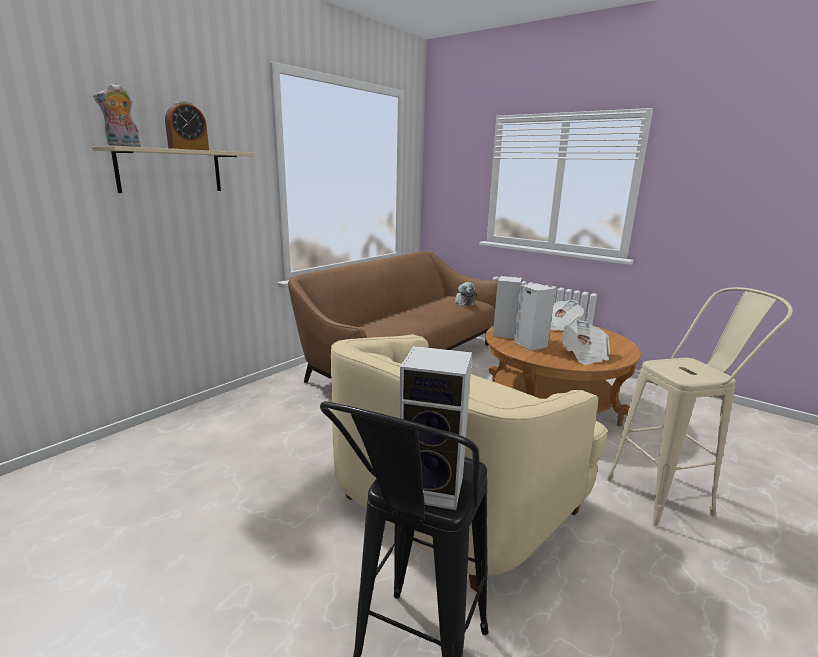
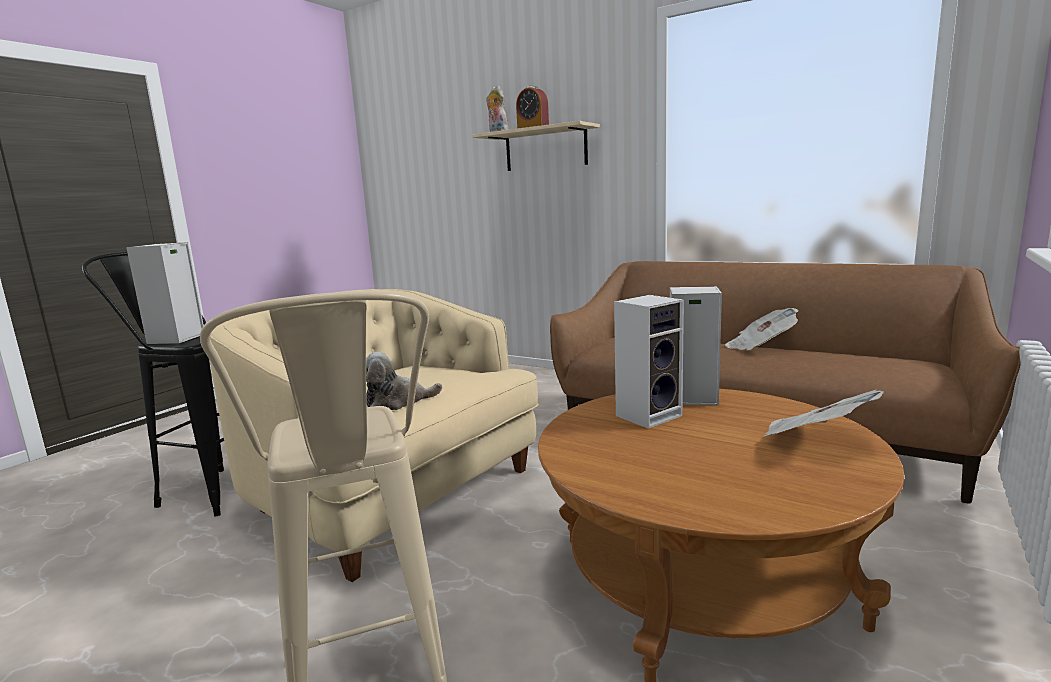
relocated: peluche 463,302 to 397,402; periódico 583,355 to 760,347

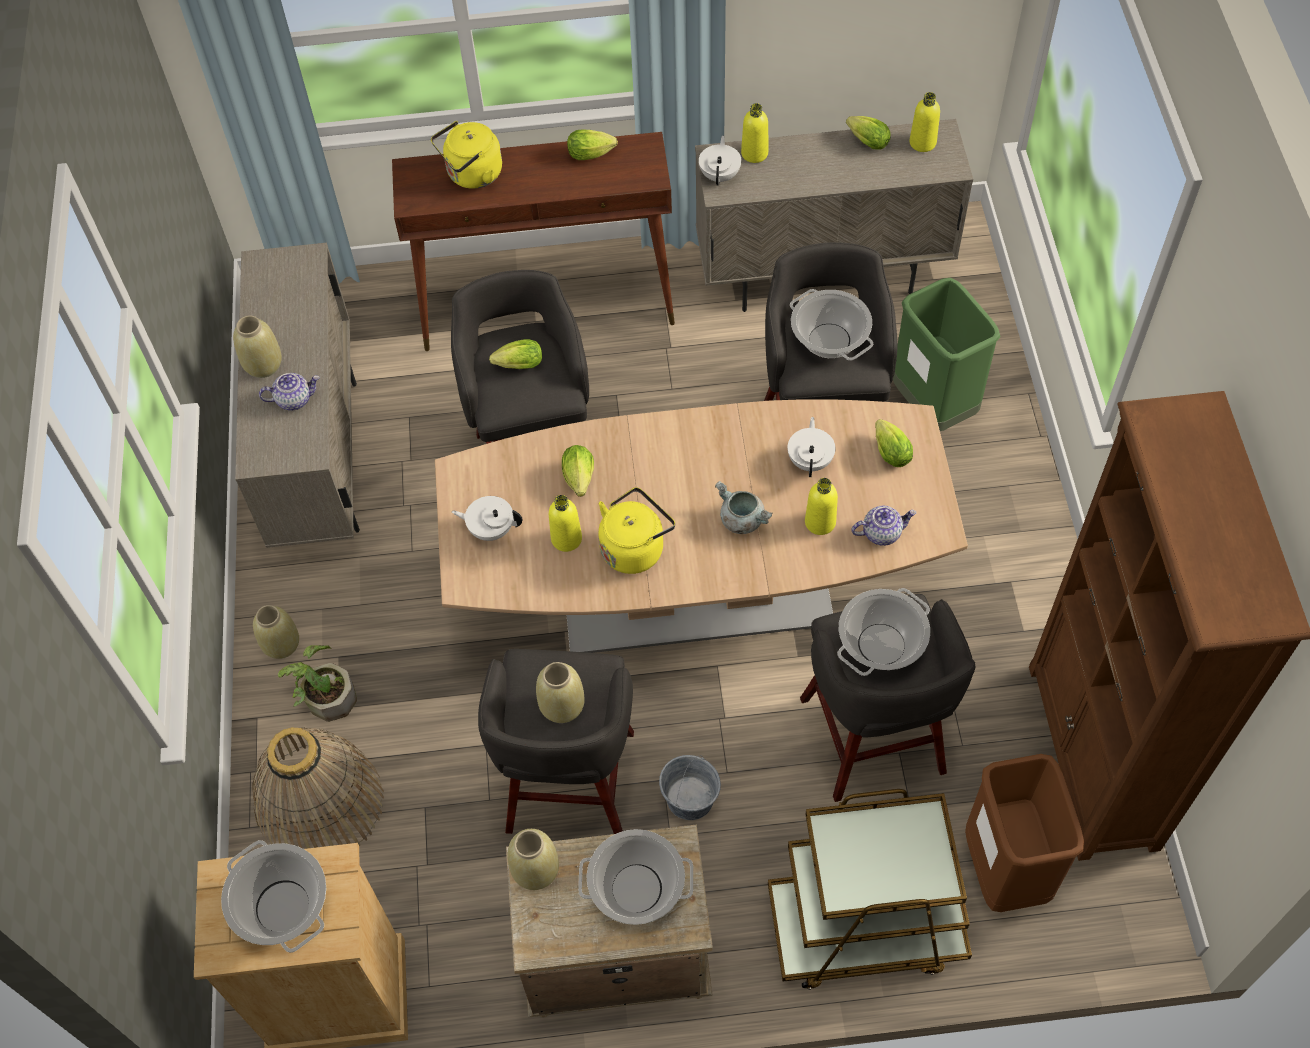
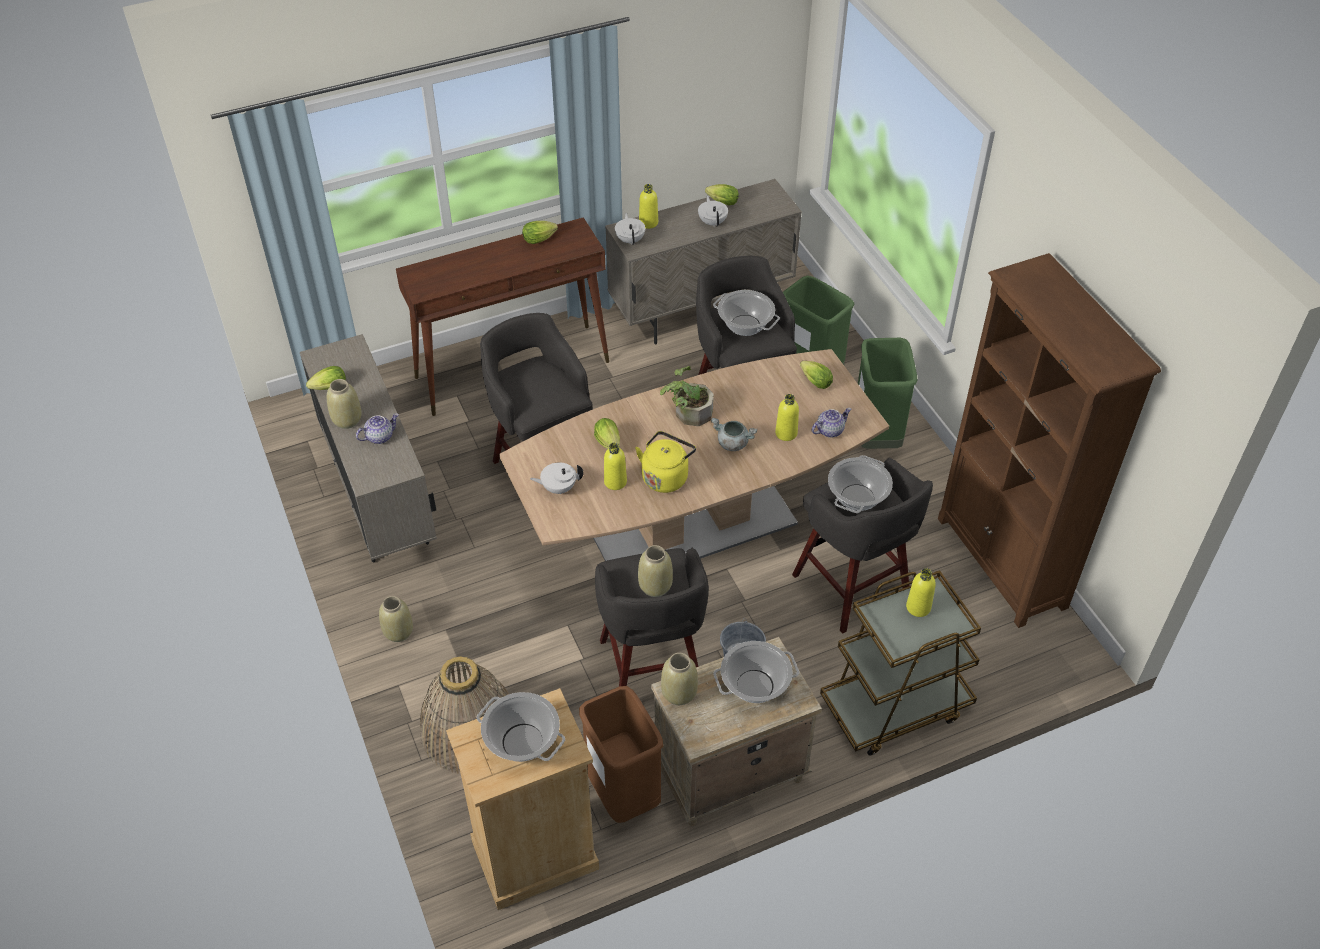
missing: hervidor/amarillo 472,175
appeared: papelera/verde 876,437
relocated: botella/amarillo 922,142 to 918,607; lechuga 517,366 to 327,388; tetera/blanco 810,460 to 712,222; planta en maceta 325,696 to 688,412; papelera/marrón 1004,870 to 623,794

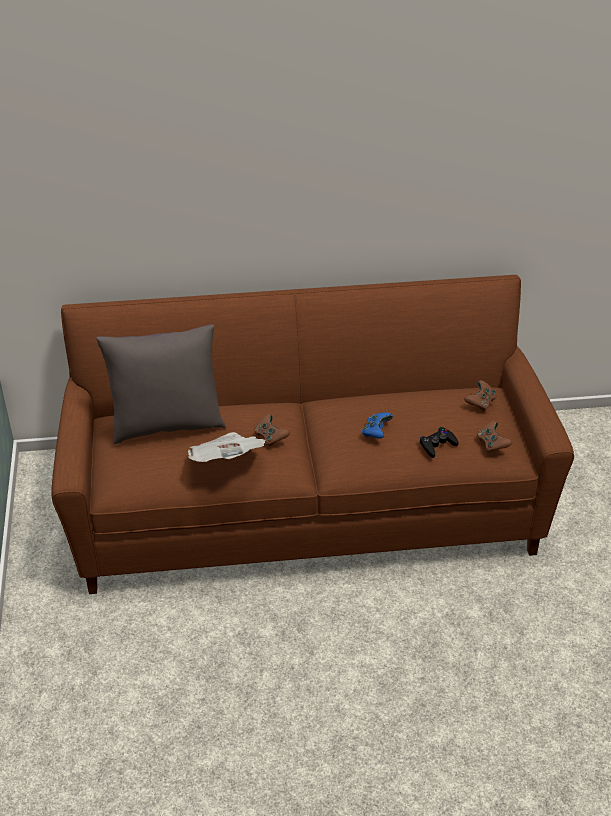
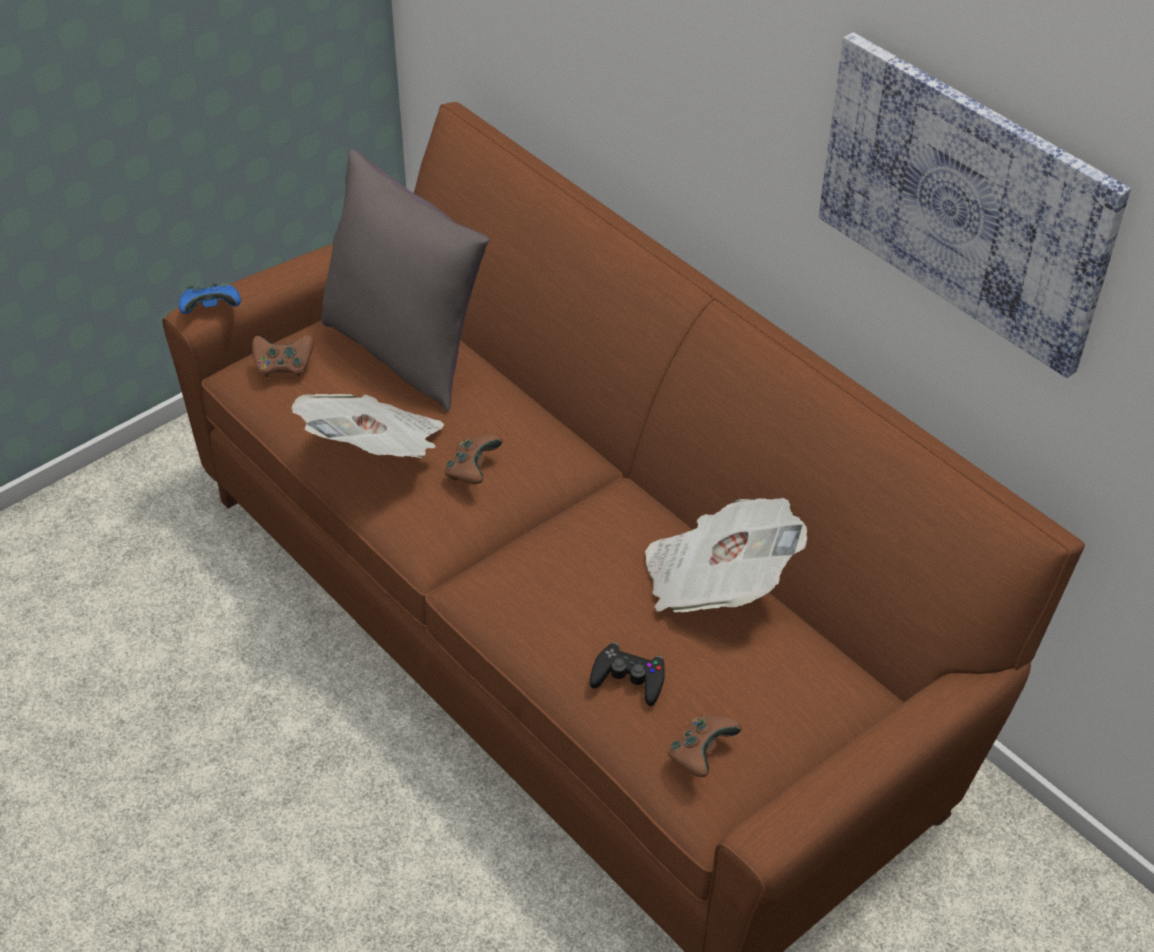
appeared: cuadro 965,200; periódico 716,581
relocated: mando de consola/marrón 480,403 to 283,366; mando de consola/azul 376,432 to 211,310

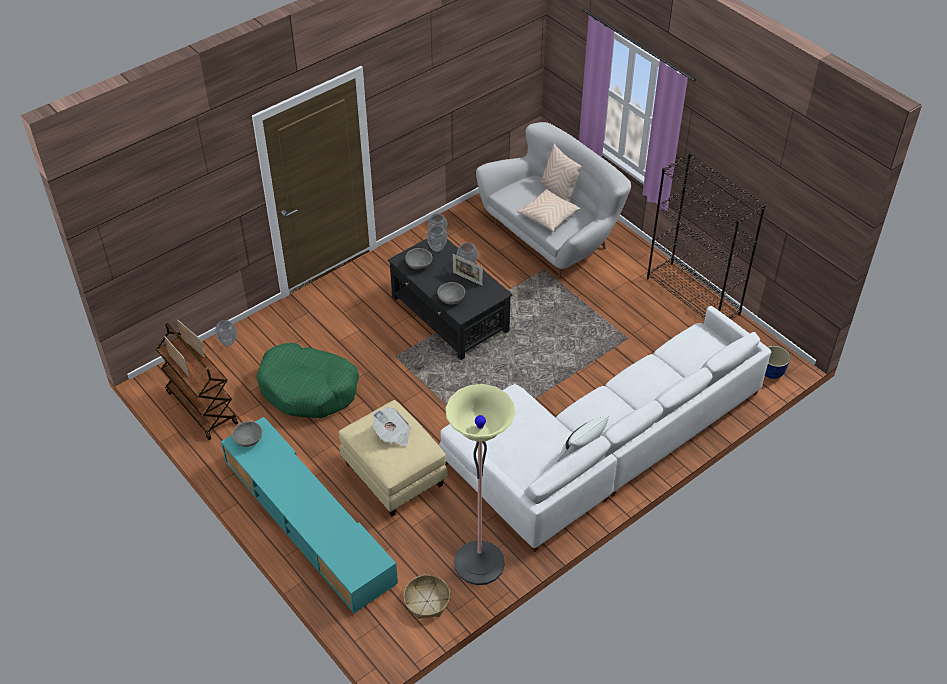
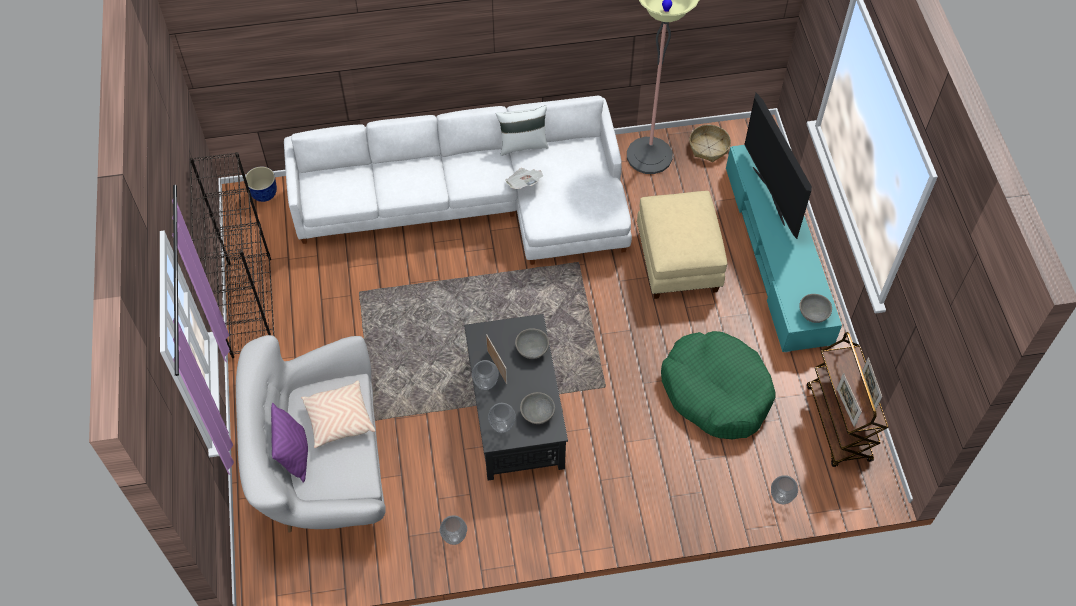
appeared: televisor 769,195
relocated: periódico 393,434 to 524,184
colour: cojín/beis 558,191 to cojín/morado 295,455

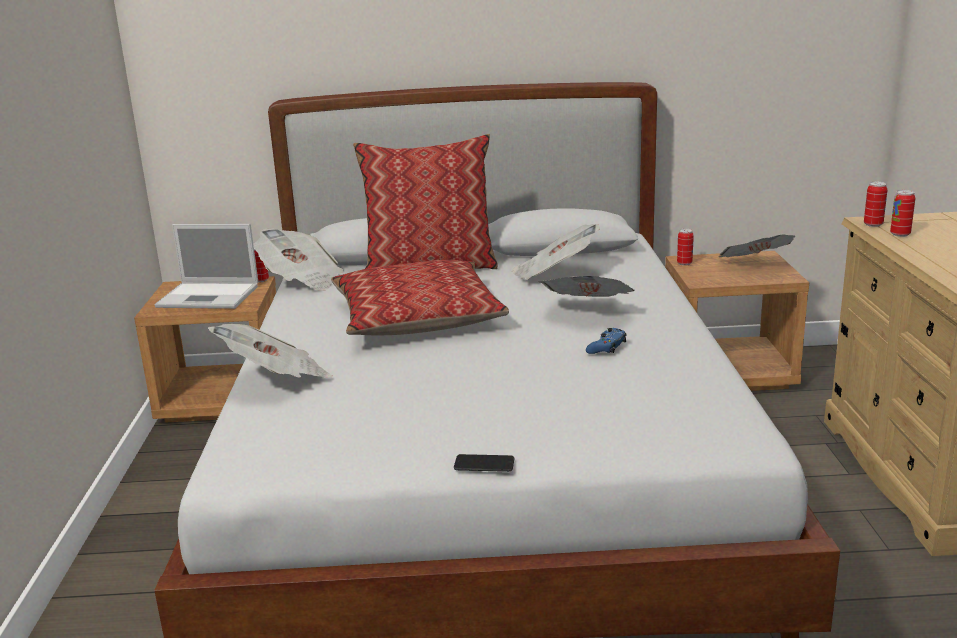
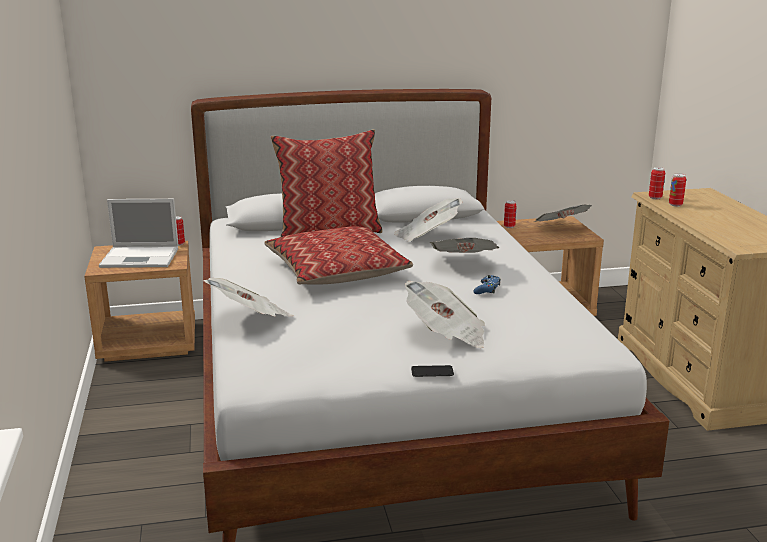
relocated: periódico 301,281 to 446,335

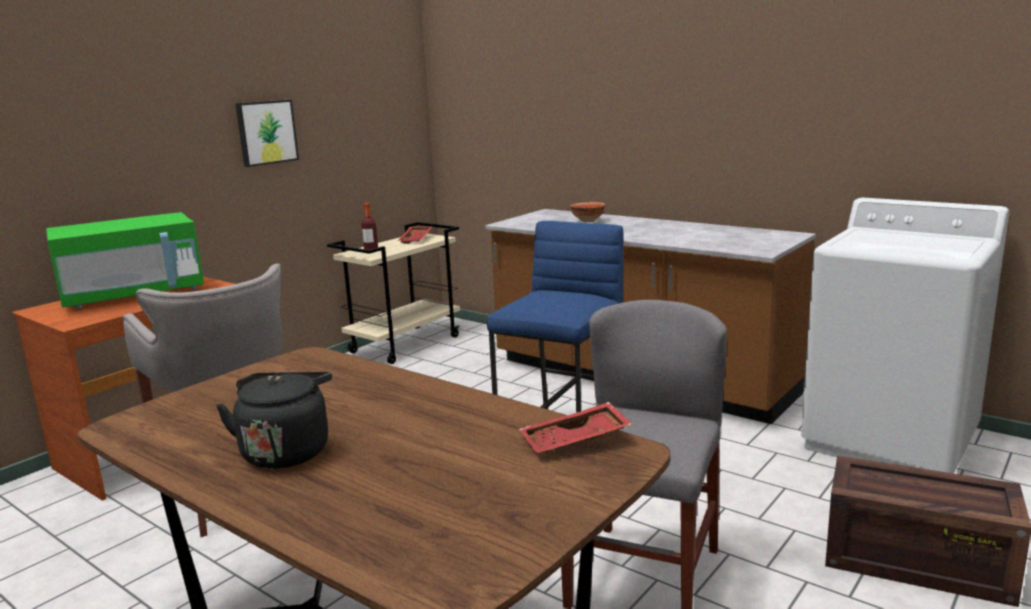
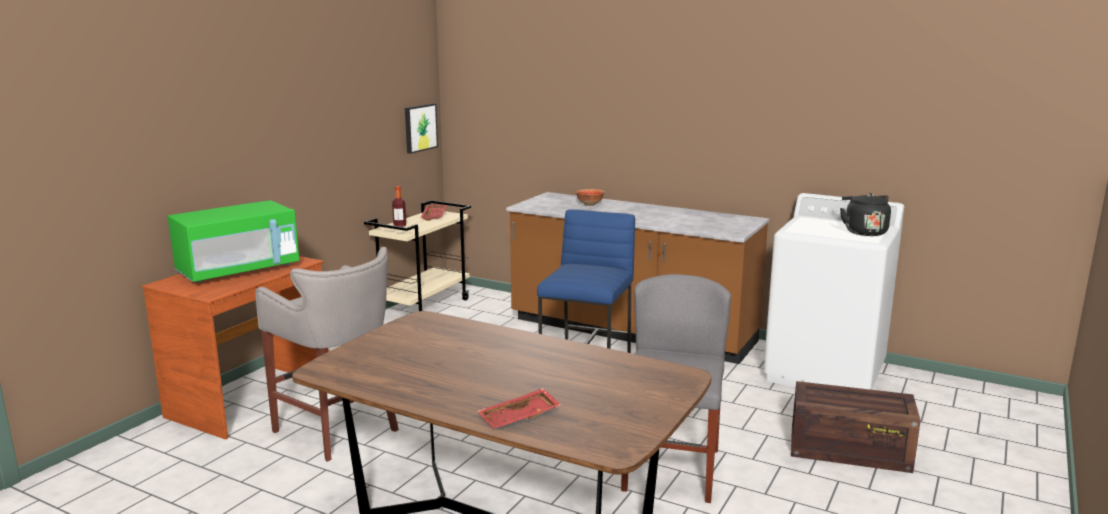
relocated: cuadro 266,132 to 419,127; hervidor/negro 287,451 to 864,232; bandeja/rojo 575,441 to 519,419

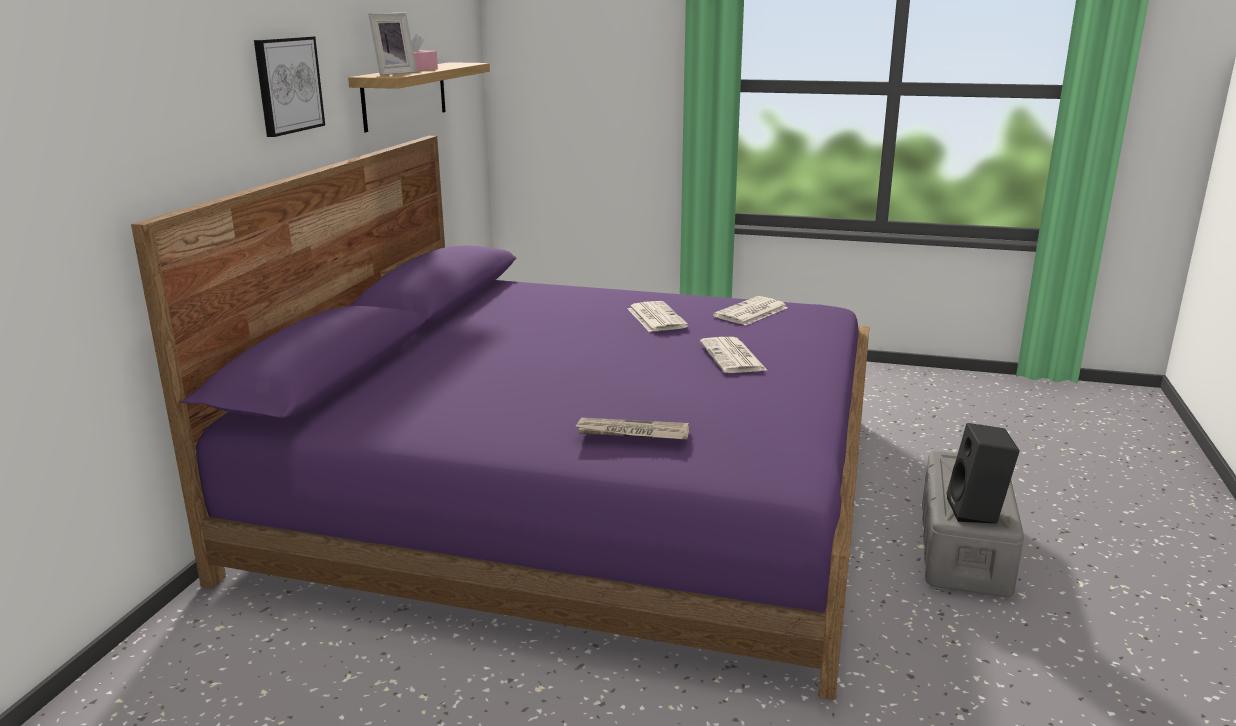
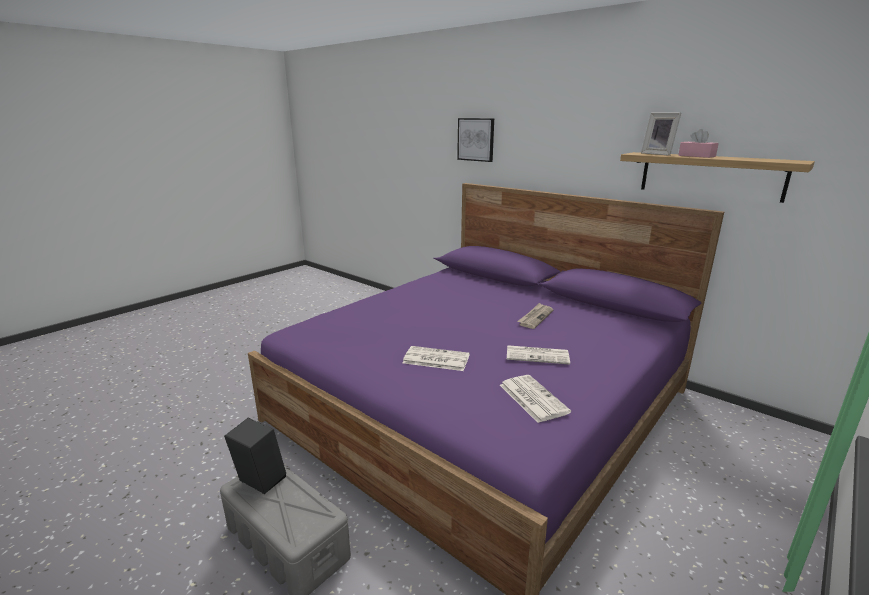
relocated: cuadro 288,85 to 476,139; periódico 631,433 to 535,317

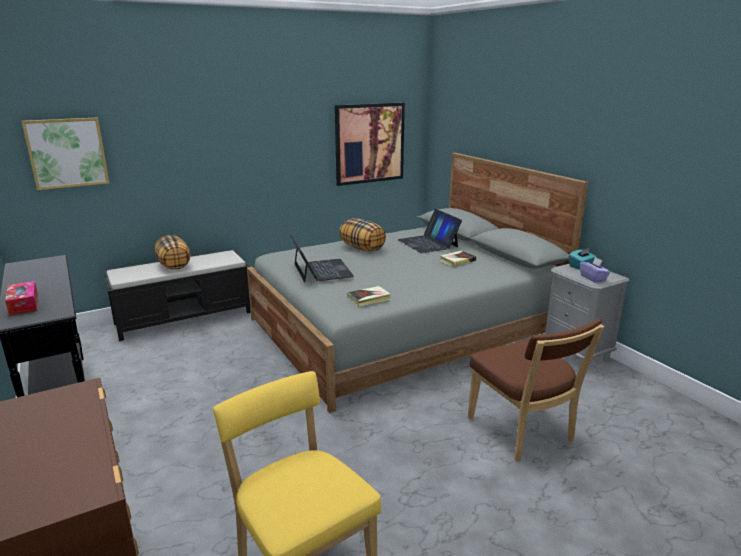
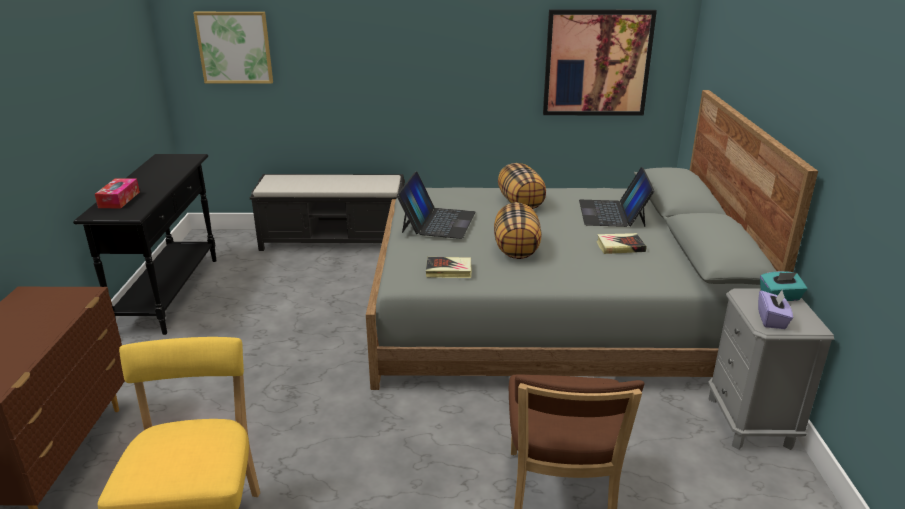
relocated: cojín 174,266 to 517,249

